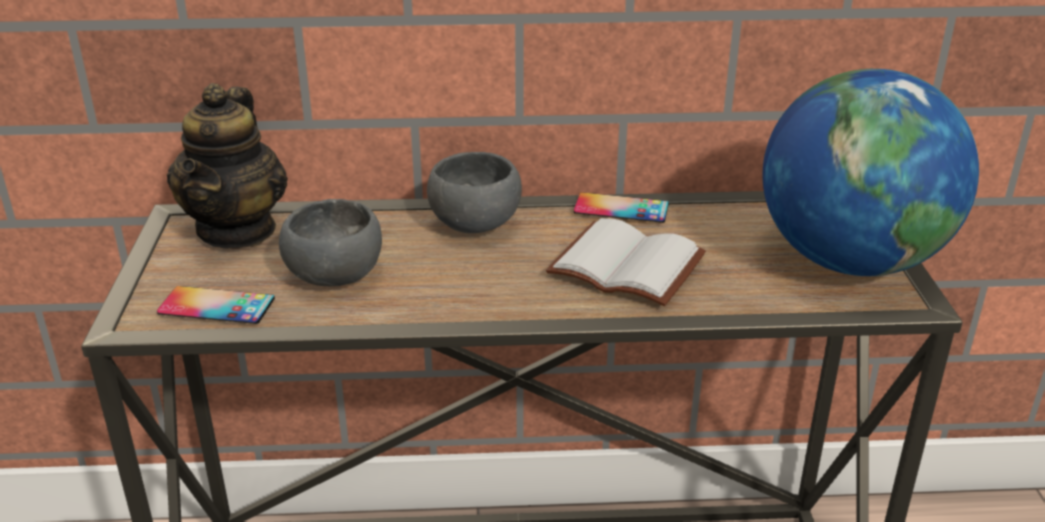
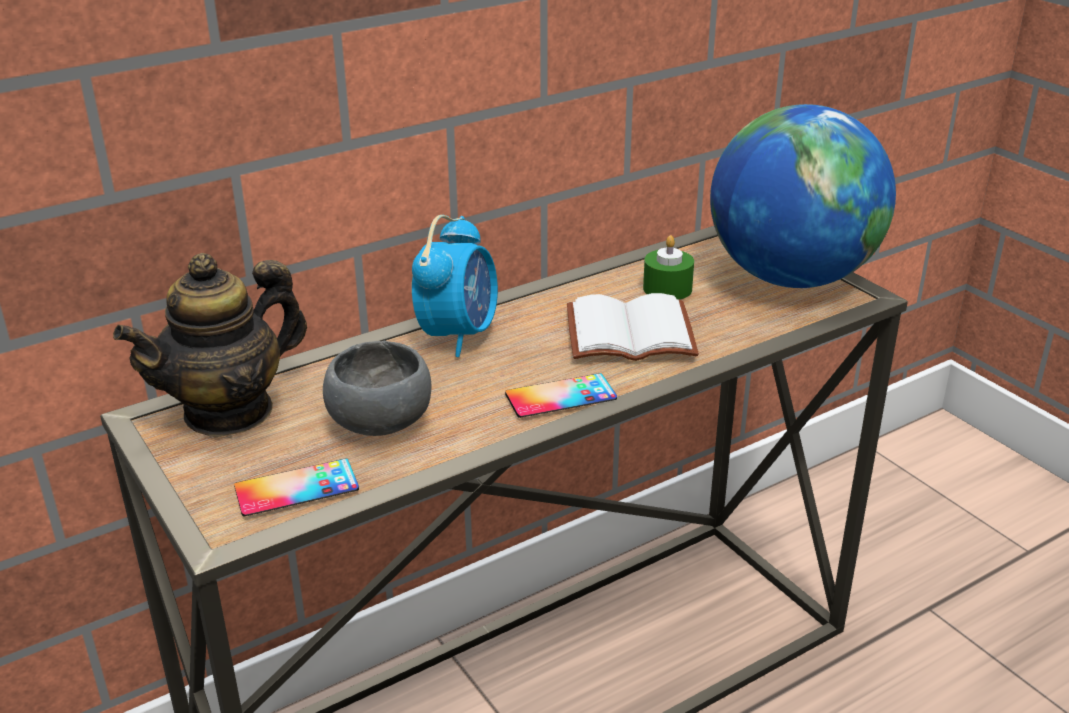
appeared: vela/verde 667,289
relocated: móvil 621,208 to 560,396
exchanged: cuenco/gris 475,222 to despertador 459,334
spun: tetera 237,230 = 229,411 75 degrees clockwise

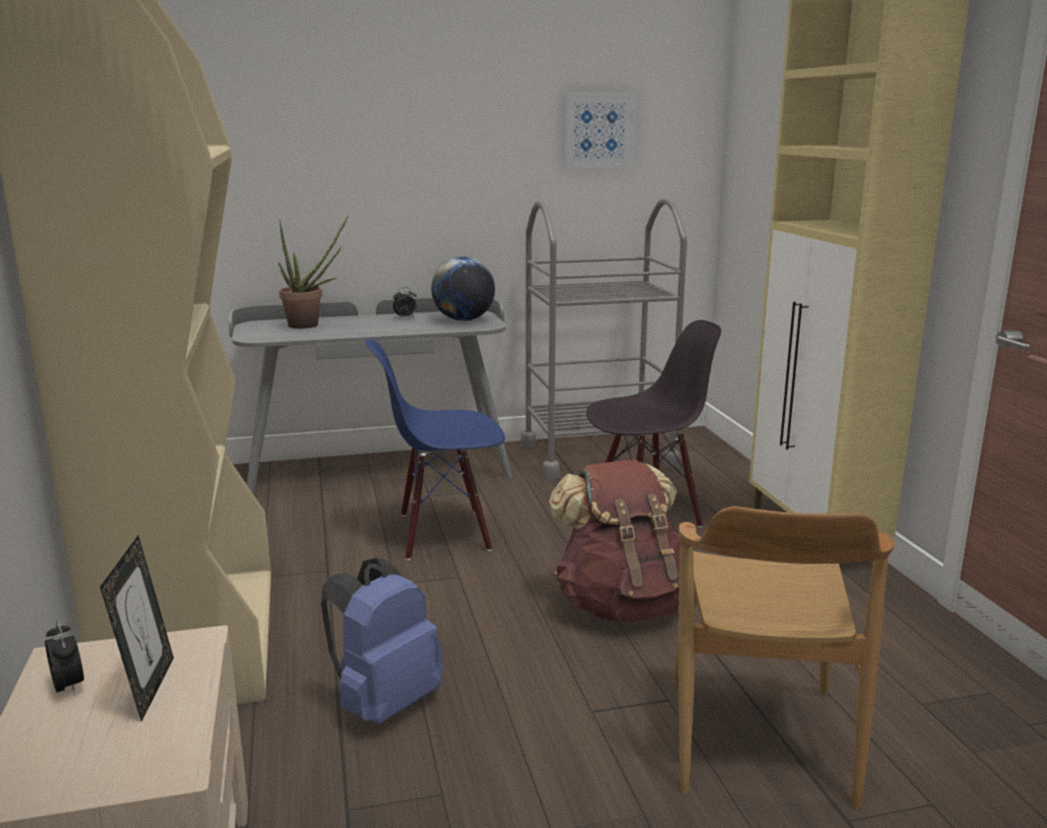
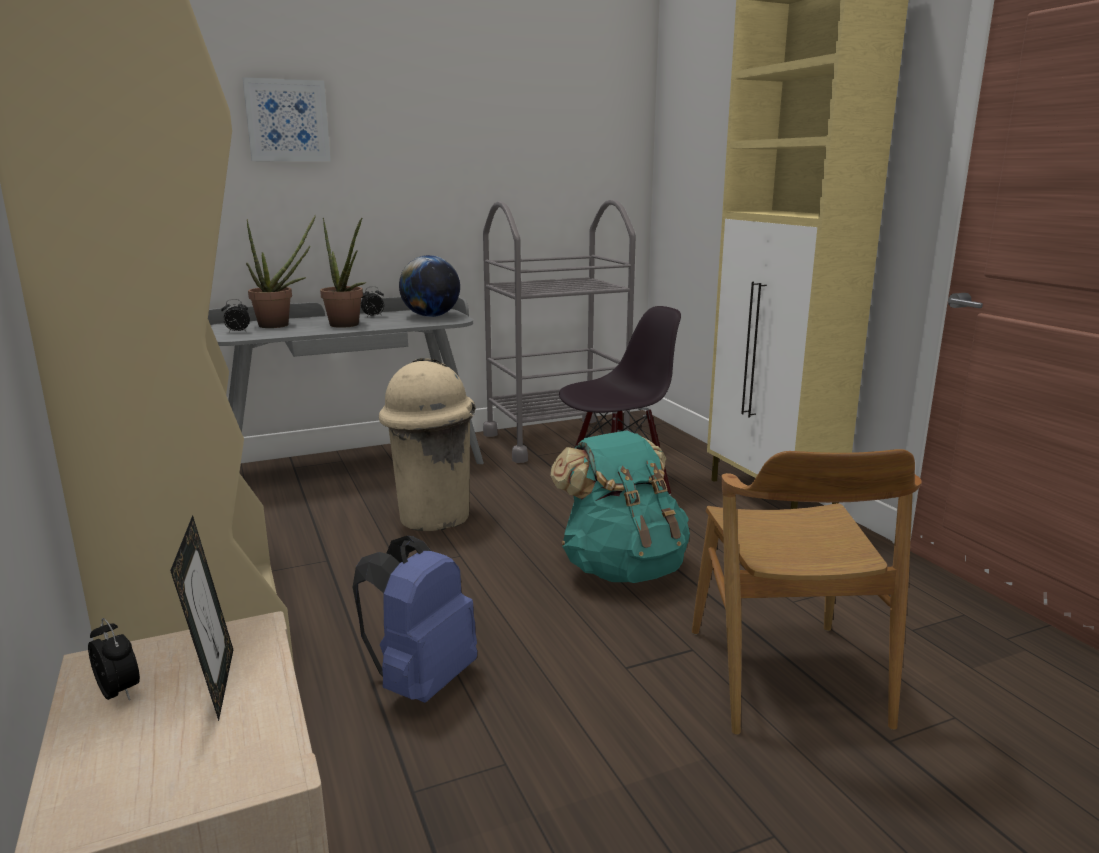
appeared: planta en maceta 347,325; despertador 237,332
relocated: cuadro 598,130 to 287,121
exchanged: silla/azul 443,533 to papelera/beis 433,517
colour: mochila/marrón 622,605 to mochila/turquesa 622,568

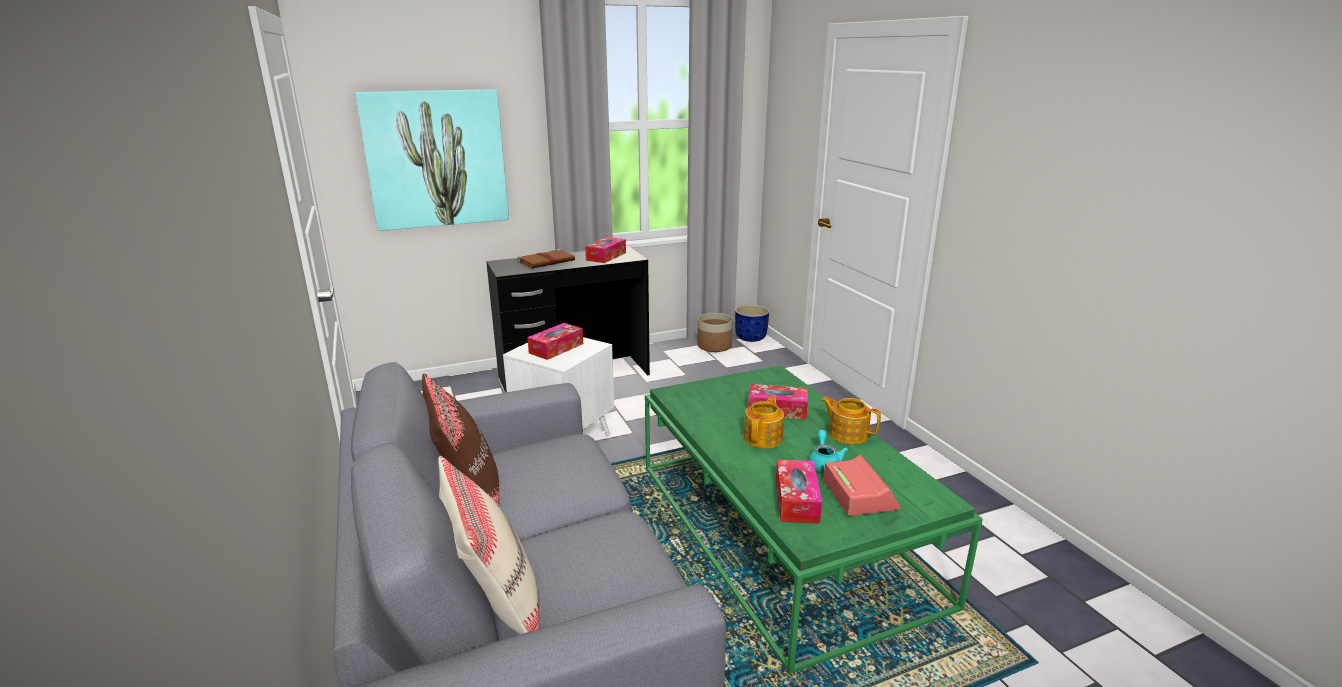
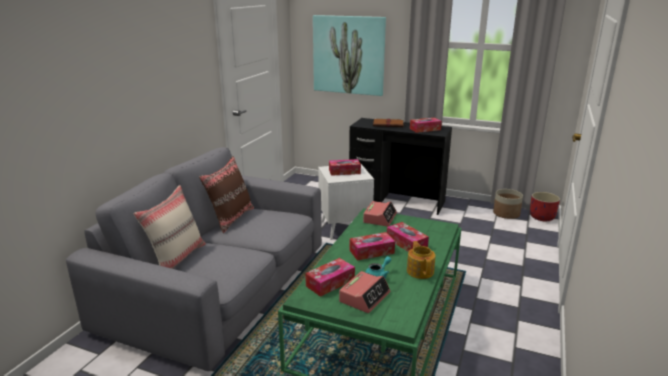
appeared: despertador 380,218
exchanged: tetera 763,438 to caja de pañuelos 371,252
colour: maceta/azul 751,337 to maceta/rojo 542,217

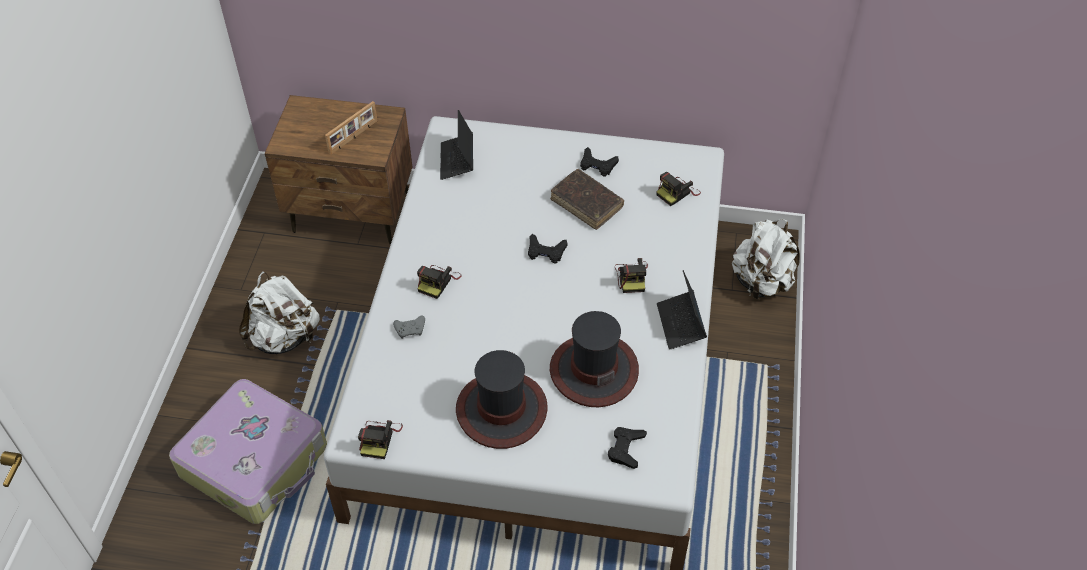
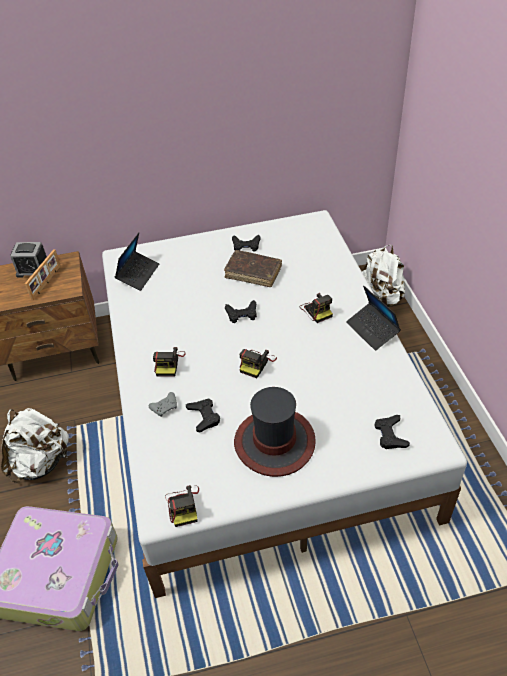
missing: sombrero 593,370
appeared: despertador 33,270; mando de consola/negro 204,417
relocated: cámara 677,192 to 257,363
spun: portátil 457,161 = 138,274 135 degrees counterclockwise

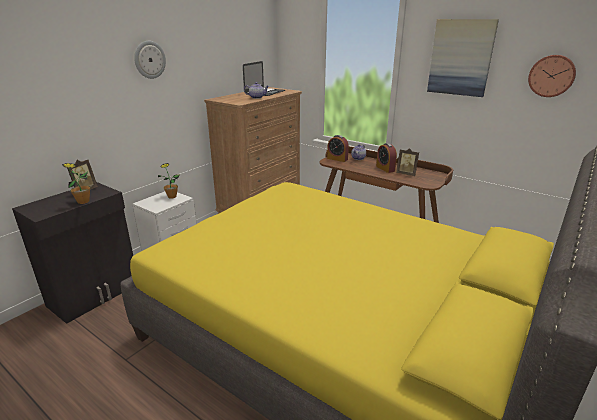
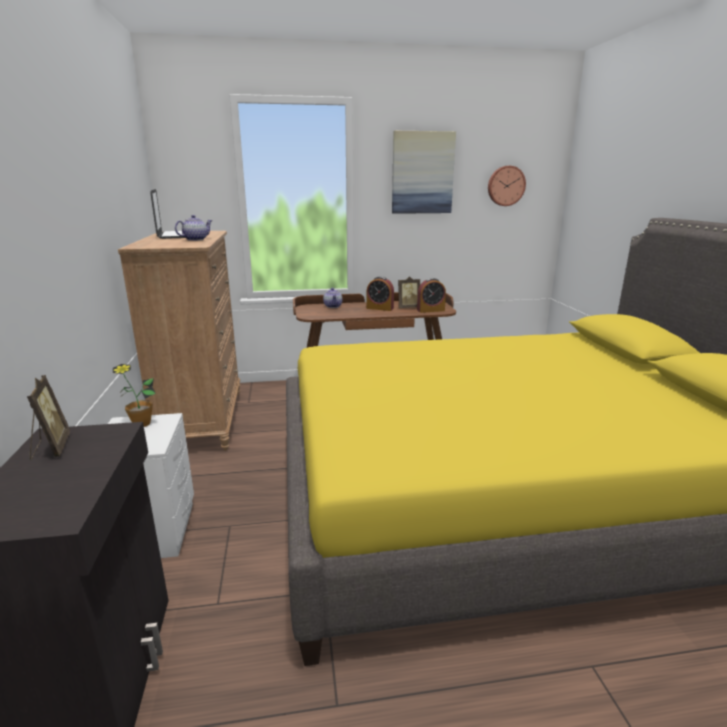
missing: reloj de pared 149,59; planta en maceta 83,201
relocated: despertador 337,159 to 430,310

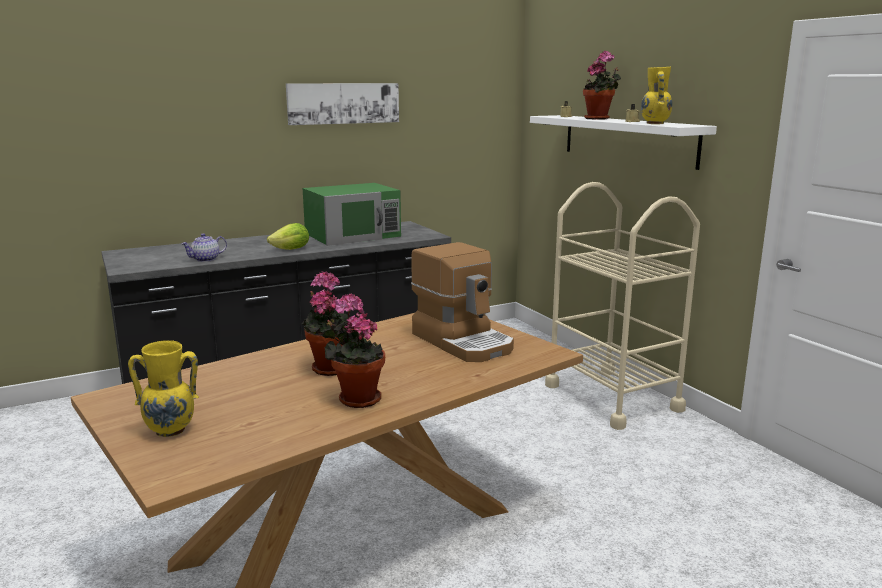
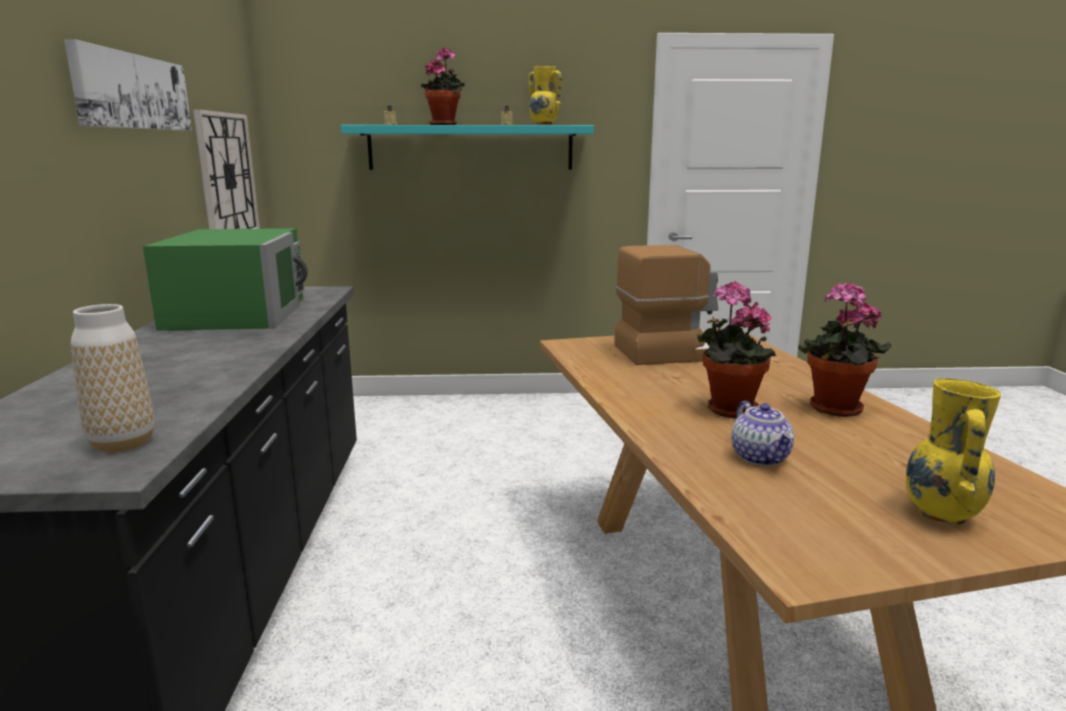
missing: carrito/beis 612,397; lechuga 291,249
appeared: reloj de pared 227,176; florero 123,443
relocated: tetera 205,259 to 761,457
colour: estante/blanco 627,139 to estante/turquesa 470,148

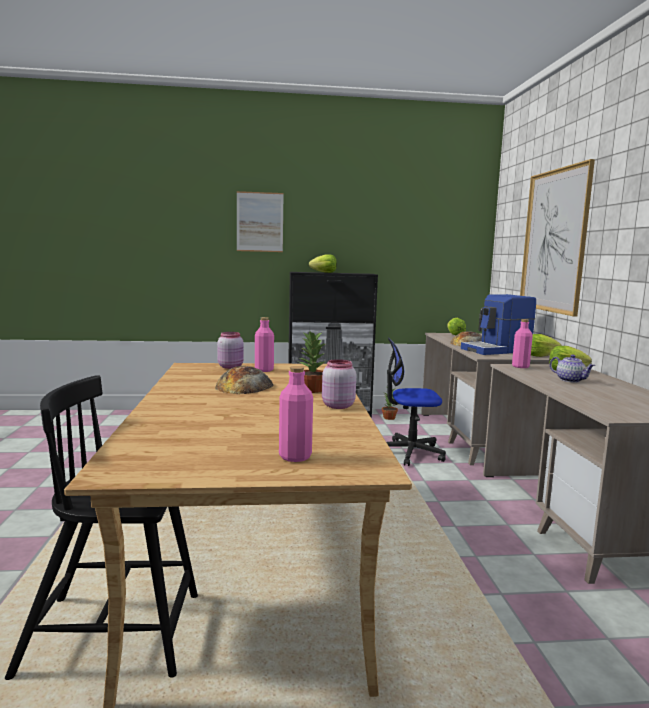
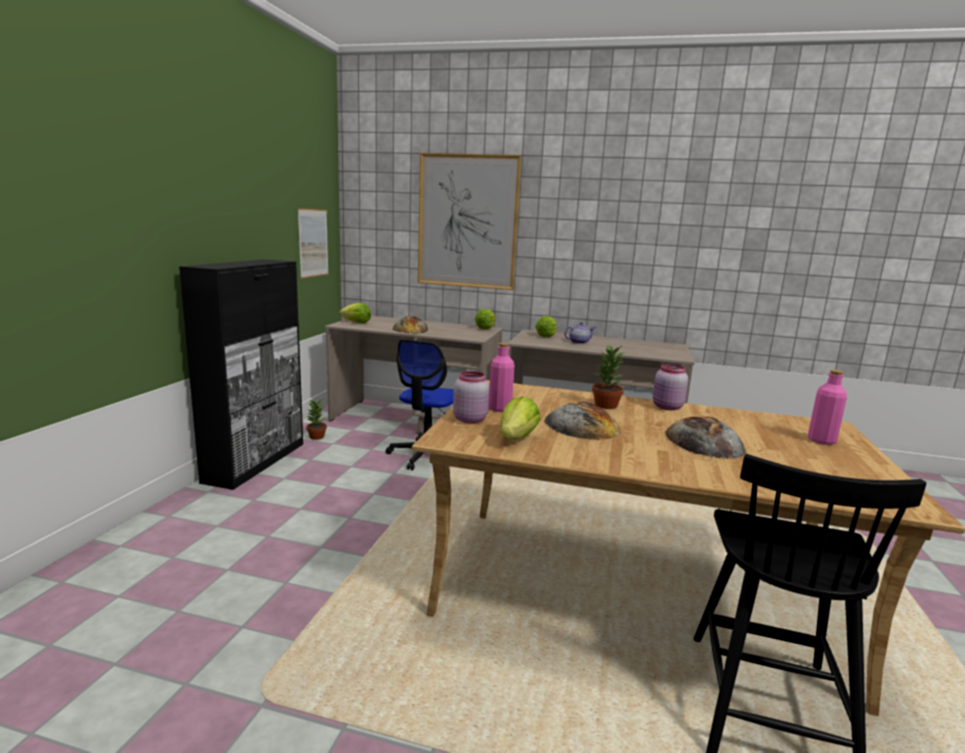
missing: cafetera 497,350; botella/rosa 520,366
appeared: pan 704,442
relocated: cuadro 260,222 to 313,243; lechuga 324,272 to 516,438

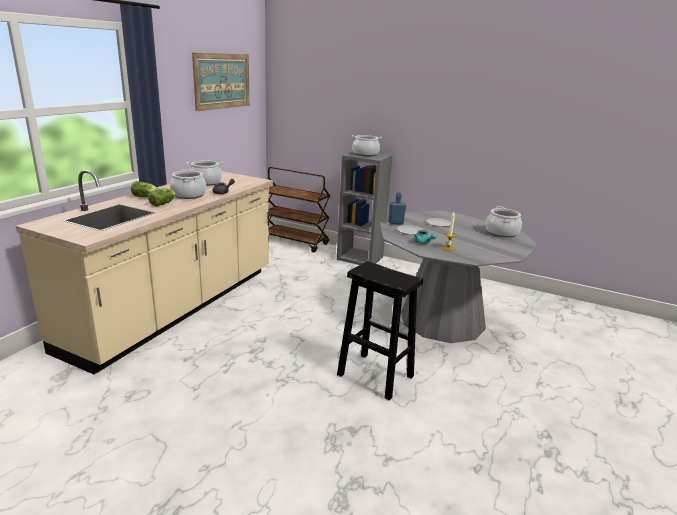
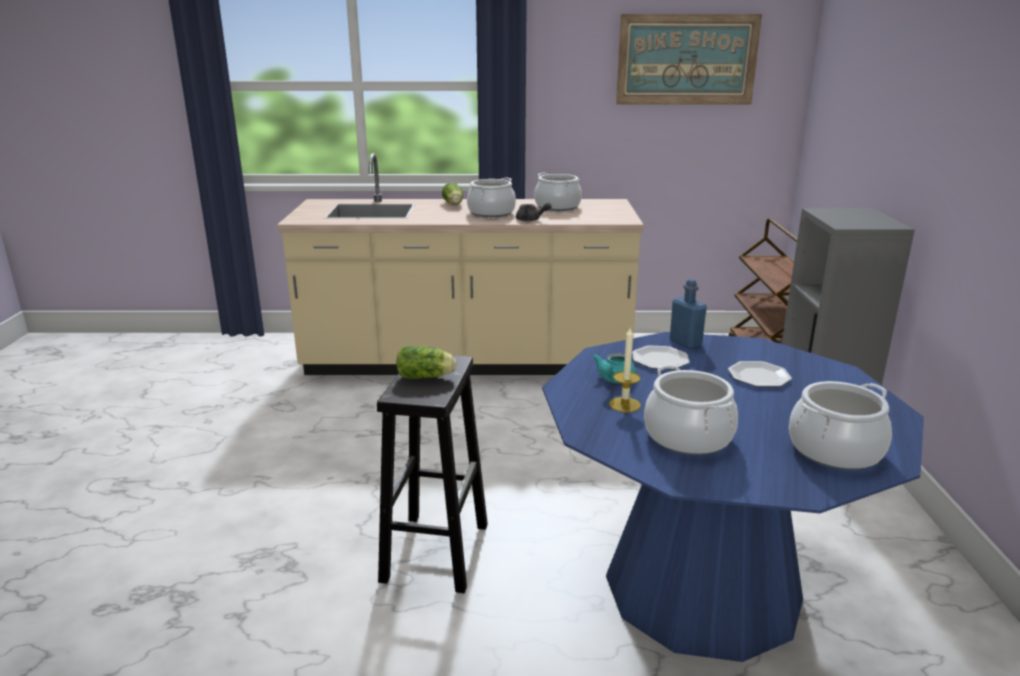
relocated: olla 365,154 to 688,437; lechuga 163,203 to 427,377
colour: mesa de comedor/gris 442,320 to mesa de comedor/azul 702,587

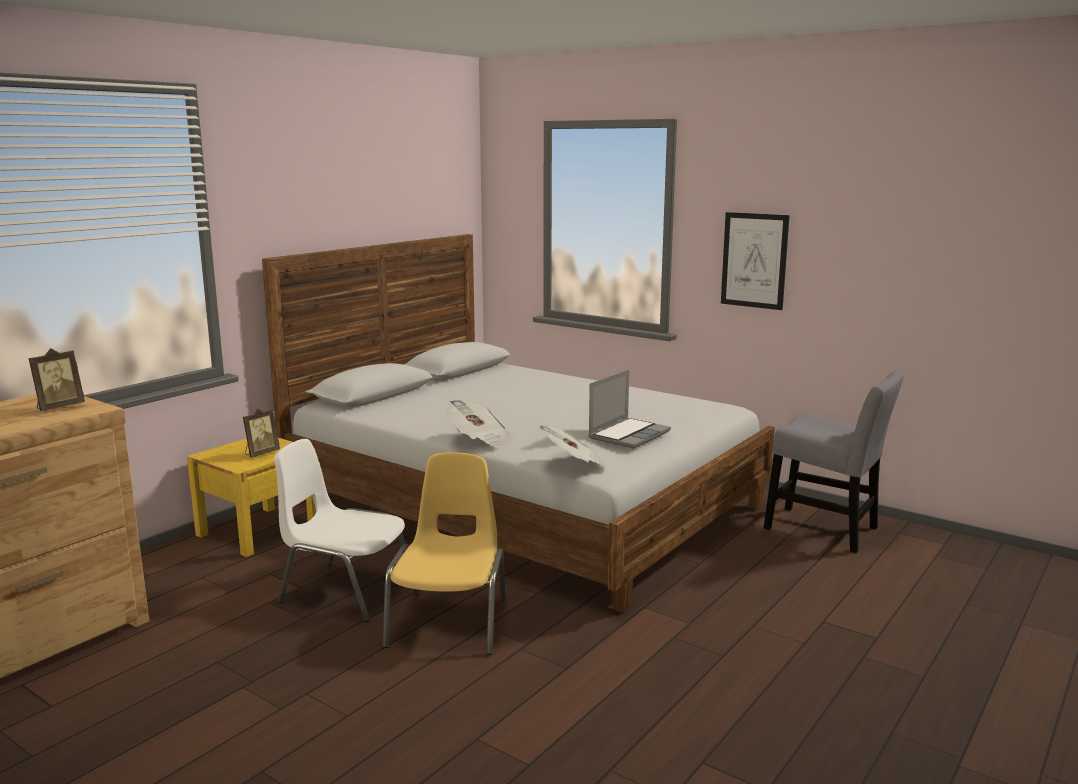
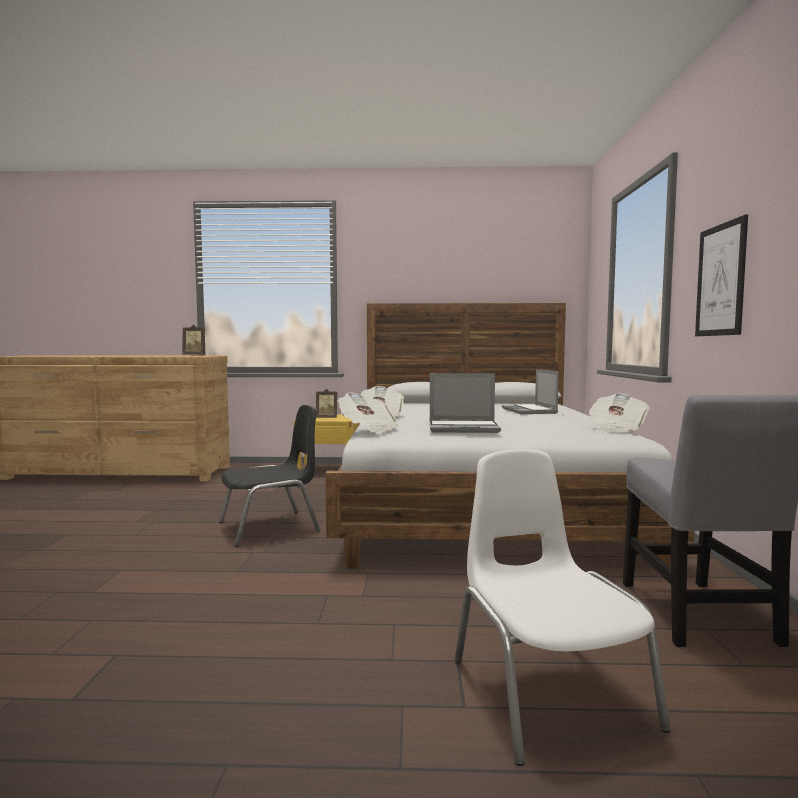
appeared: portátil 530,411; periódico 616,429
relocated: silla/blanco 346,589 to 547,691
colour: silla/amarillo 450,621 to silla/negro 271,527

